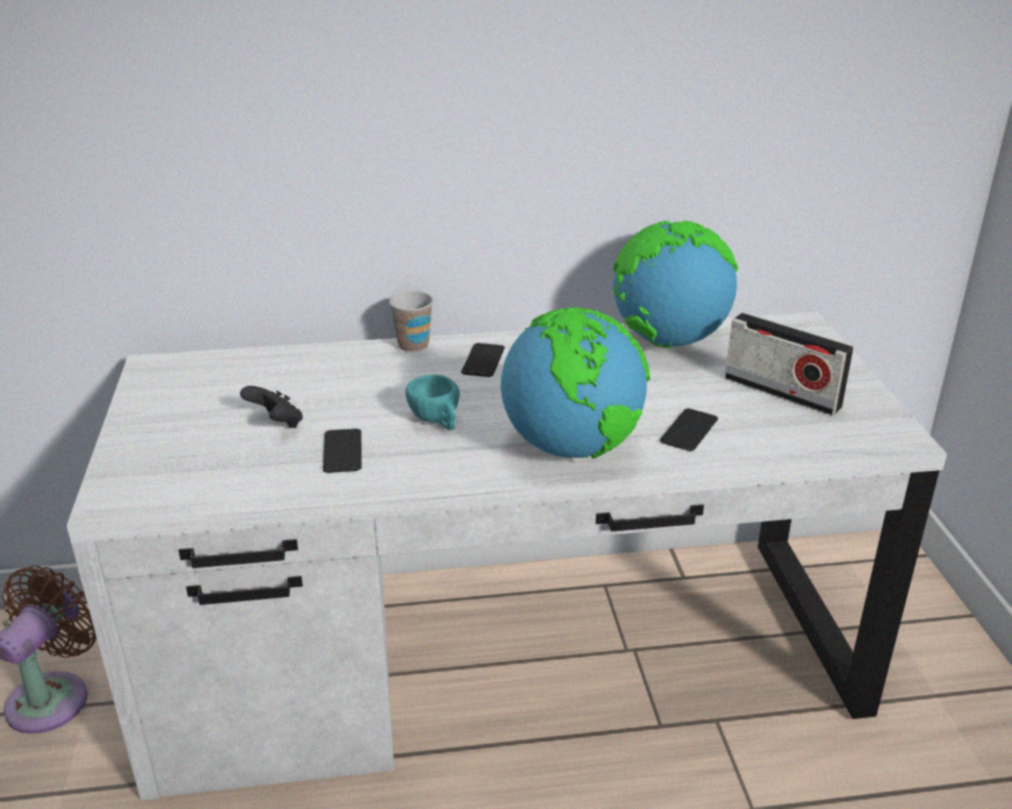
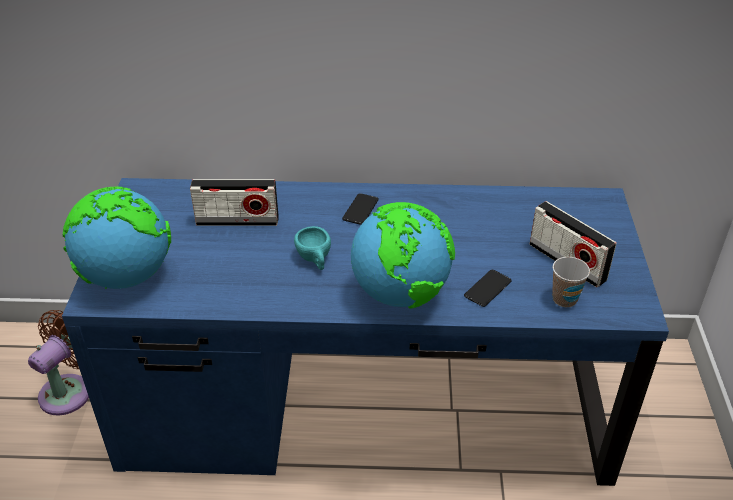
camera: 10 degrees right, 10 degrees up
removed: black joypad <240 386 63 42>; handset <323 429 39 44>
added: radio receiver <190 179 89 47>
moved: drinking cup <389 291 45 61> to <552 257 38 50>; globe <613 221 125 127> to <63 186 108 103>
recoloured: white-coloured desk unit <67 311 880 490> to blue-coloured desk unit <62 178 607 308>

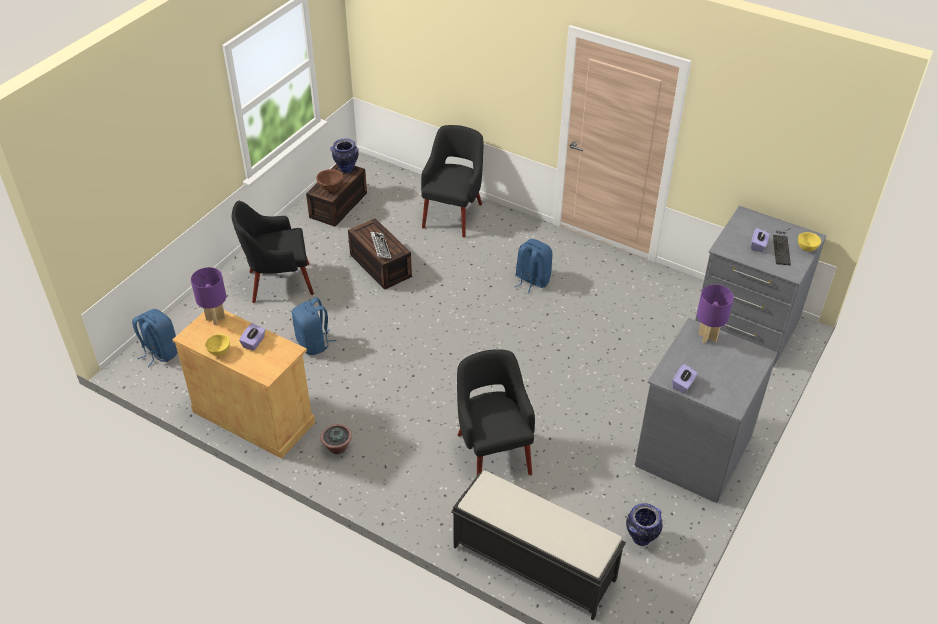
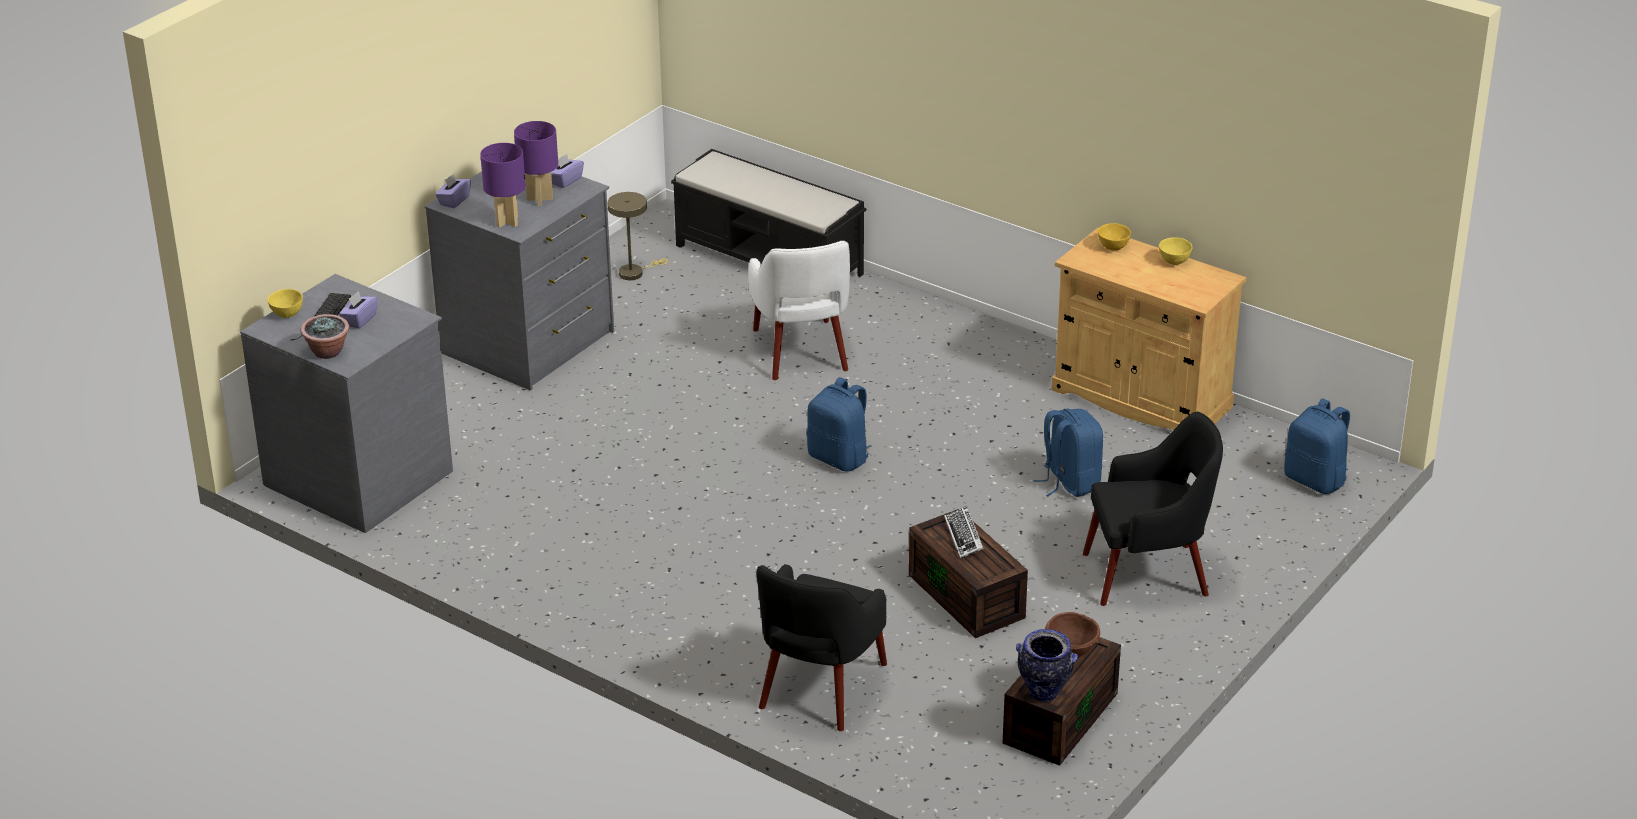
camera: 175 degrees left, 10 degrees down
added: yellow-coloured serving bowl <1098 223 33 28>
moved: purplish table lamp <191 267 35 58> to <514 121 44 85>; purplish box of tissues <239 323 27 28> to <436 173 35 35>; potted plant <320 424 32 30> to <301 314 48 45>; blue-coloured rucksack <514 239 38 55> to <807 377 65 95>
replaced: vase <626 503 37 43> to sand-coloured table lamp <608 192 60 88>
recoloured: black easy chair <457 349 78 126> to white-coloured easy chair <748 241 102 139>

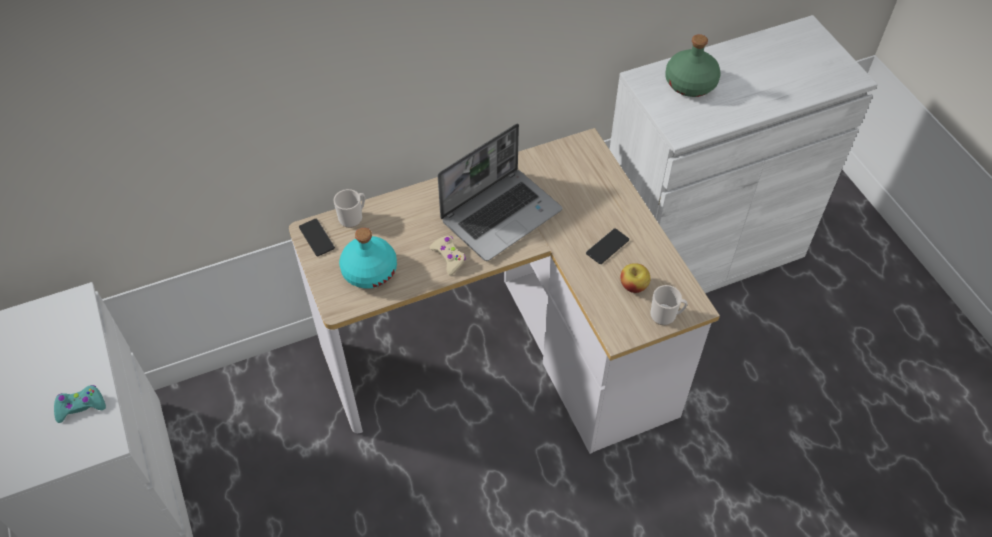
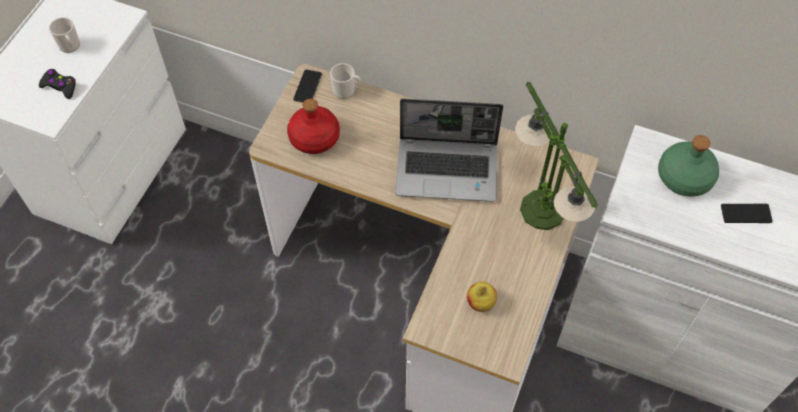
camera: 45 degrees right, 5 degrees up
removed: sand-coloured joypad <430 236 36 39>
added: table lamp <515 82 83 148>
moved: handset <586 228 43 36> to <721 203 51 20>; tea mug <650 285 38 40> to <49 17 31 36>
recoloured: blue-green joypad <54 385 52 38> to black joypad <39 69 37 30>; blue-green bottle <339 228 58 61> to reddish bottle <287 99 53 55>

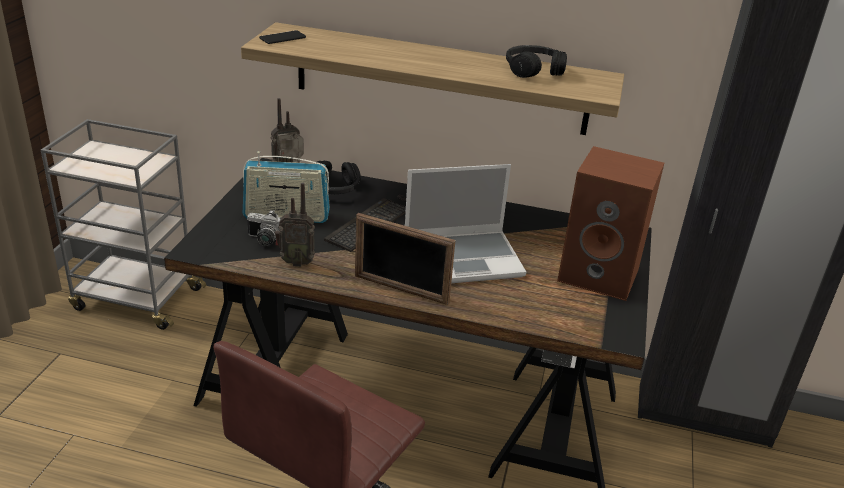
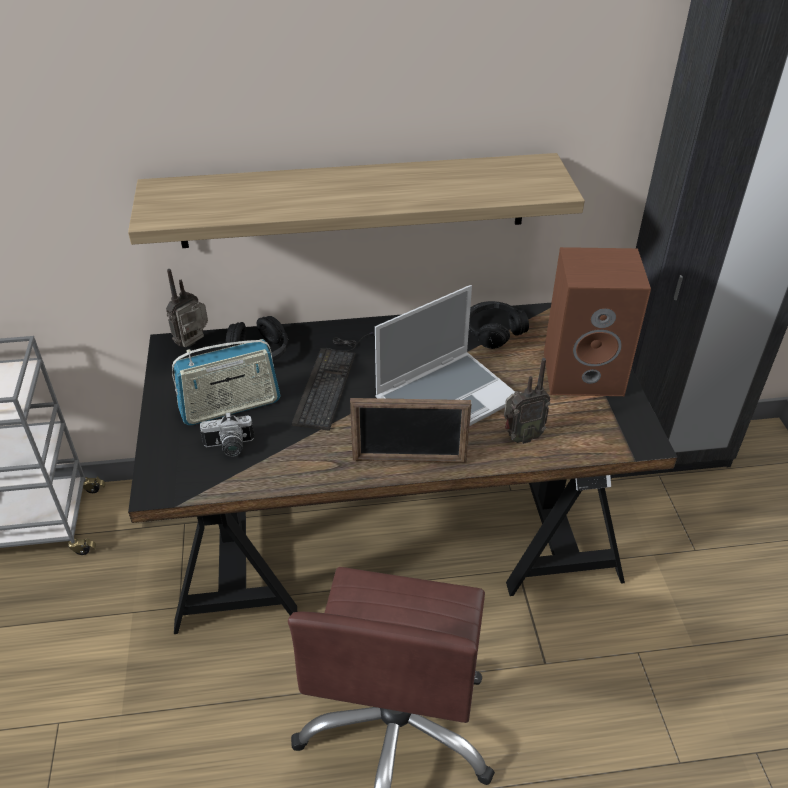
camera: 20 degrees left, 10 degrees up
removed: handset <259 30 47 14>
moved: radio receiver <275 182 40 85> to <504 358 46 86>; black headphones <506 45 61 33> to <469 301 60 48>

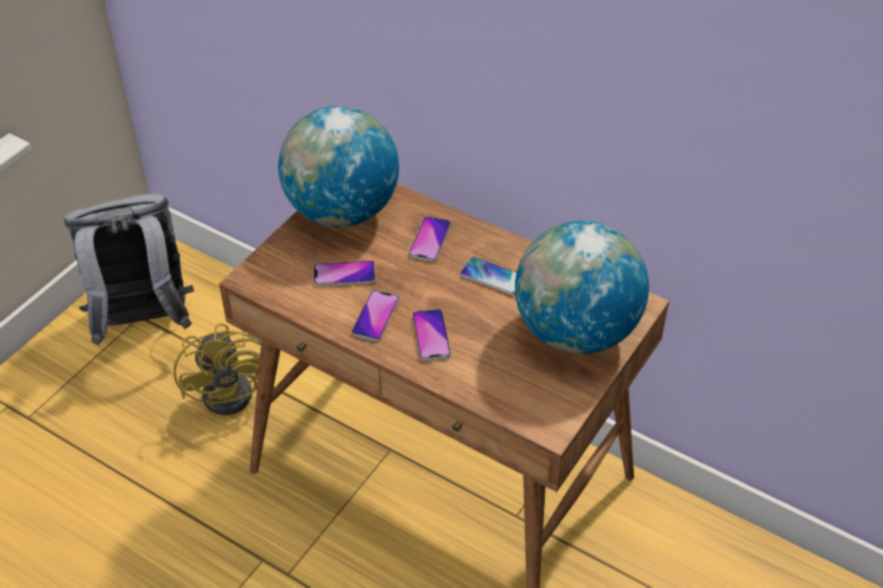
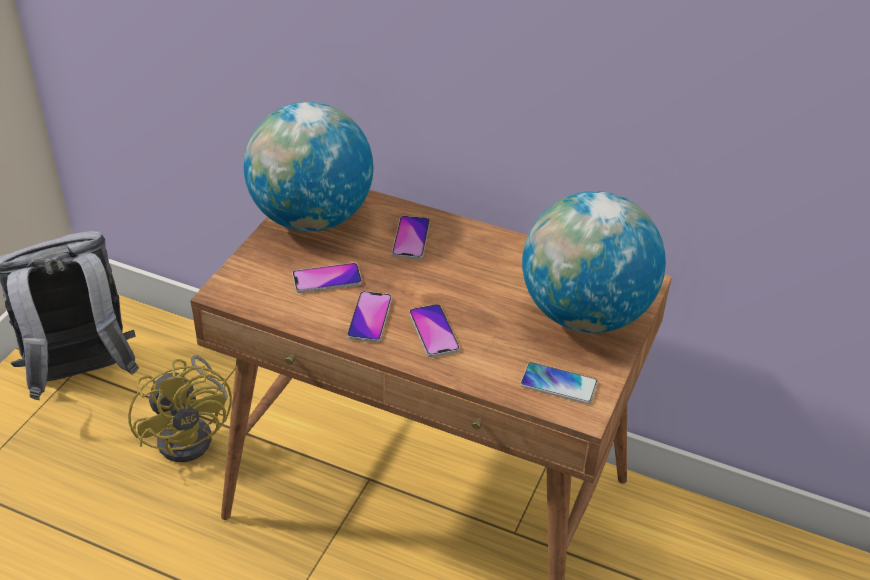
camera: 10 degrees left, 5 degrees down
moved: handset <460 257 57 38> to <520 362 78 42>

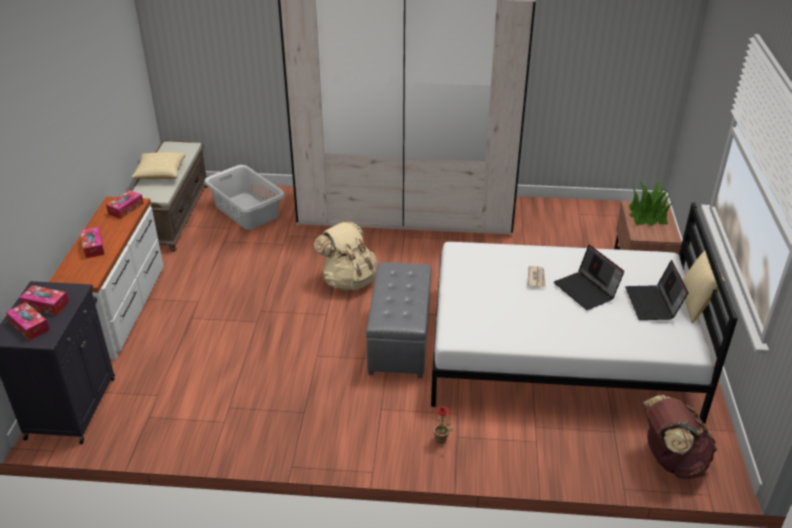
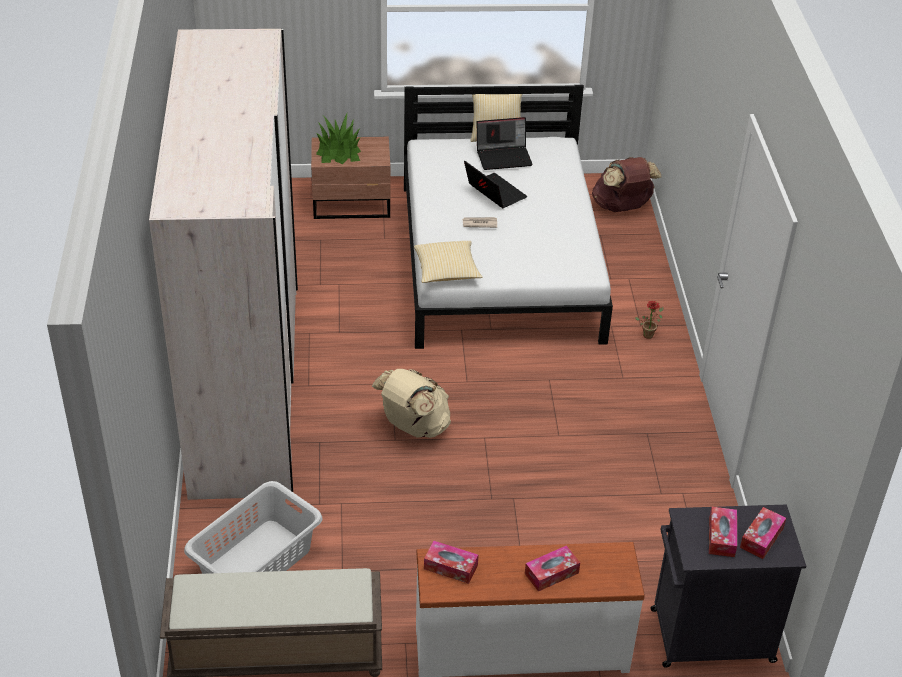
camera: 100 degrees left, 5 degrees up
removed: gray pouffe <366 262 66 116>
moved: pillow <131 152 54 27> to <414 241 68 42>
turned: laptop <554 245 70 65> = <464 160 63 48> 90 degrees counterclockwise

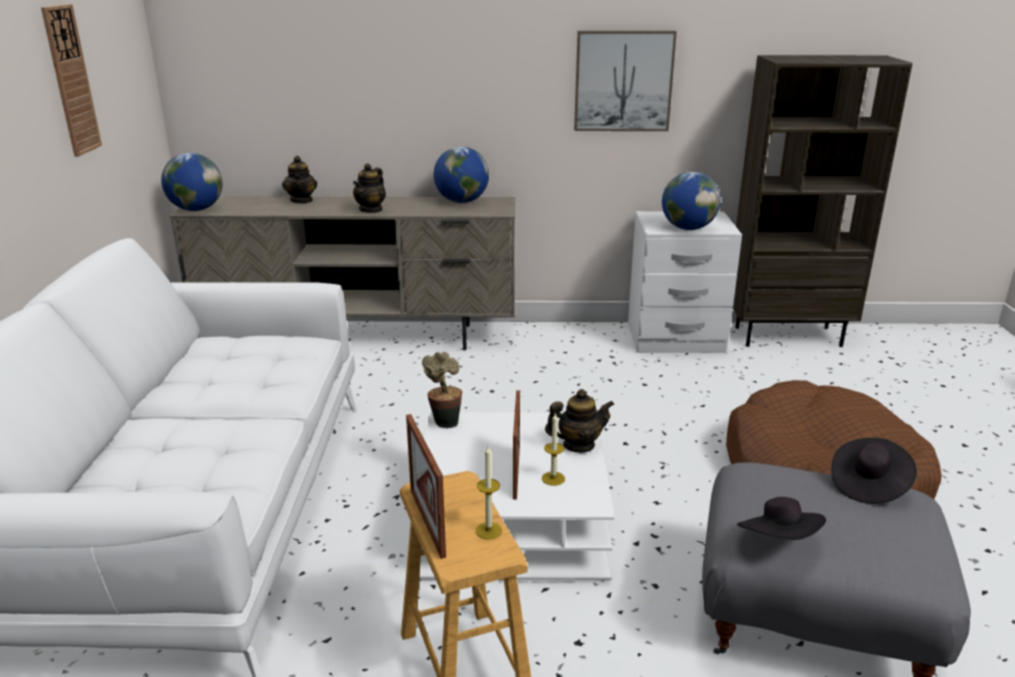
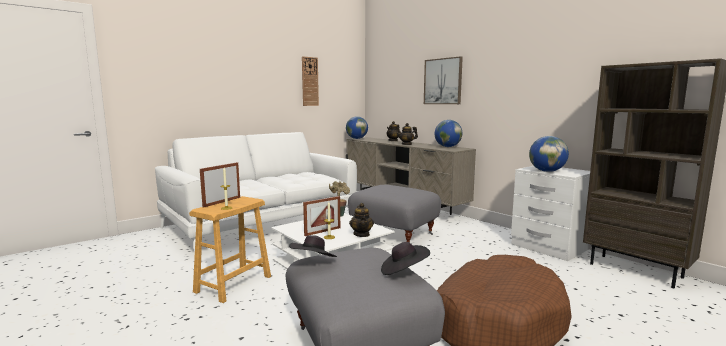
camera: 50 degrees right, 15 degrees down
added: gray pouffe <348 185 93 58>
moved: wall art <574 31 103 100> to <424 56 39 48>
turned: tea pot <545 389 69 64> = <349 203 25 34> 45 degrees clockwise

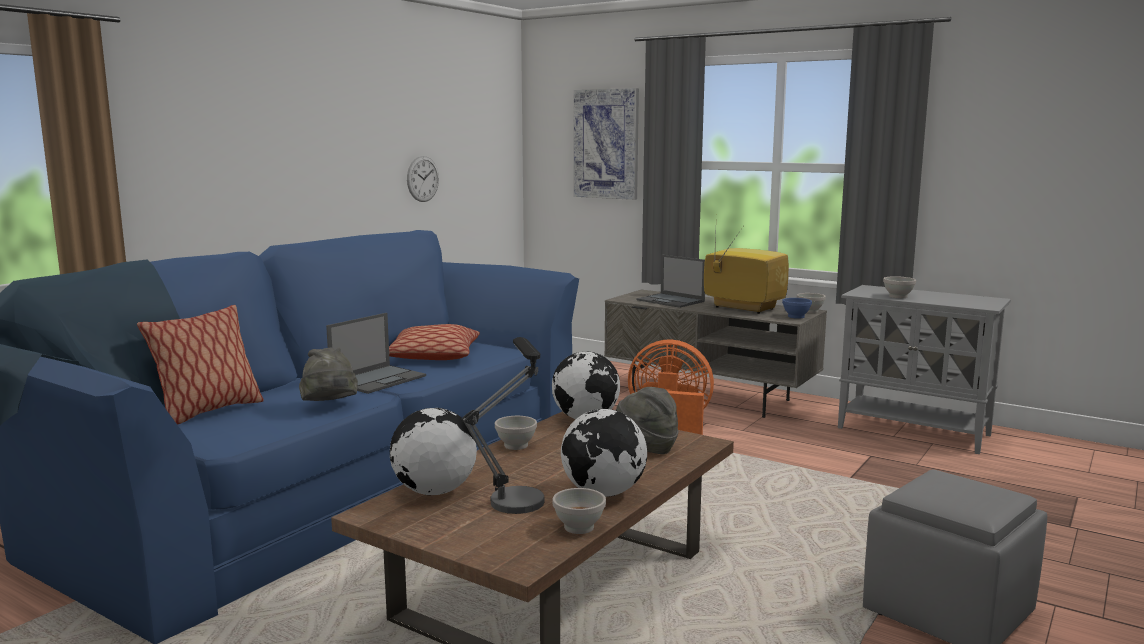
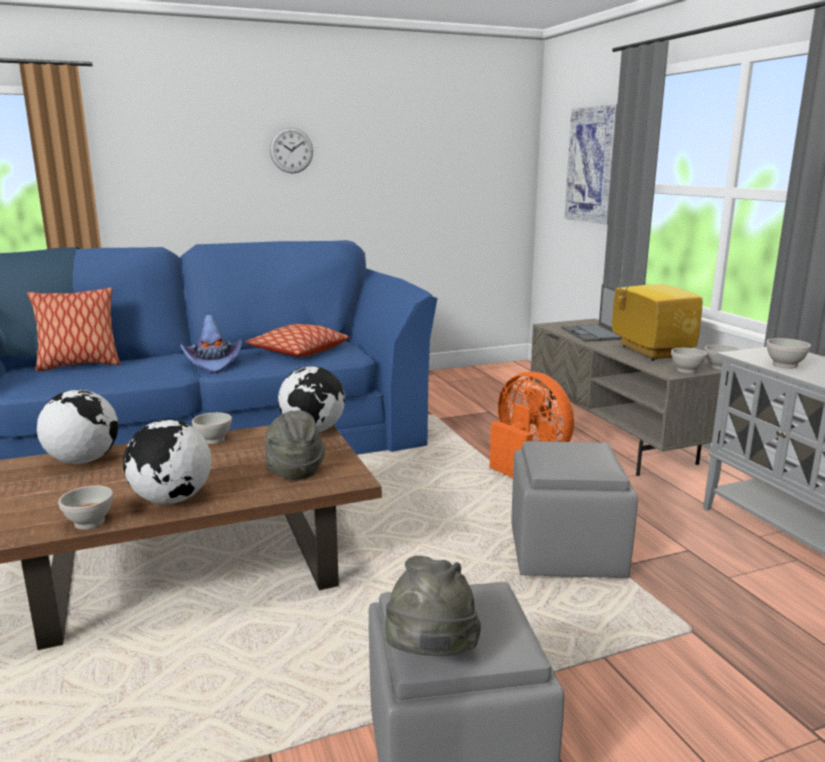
camera: 35 degrees right, 5 degrees up
removed: table lamp <461 337 84 177>
added: gray pouffe <512 441 126 137>
moved: gray clothing hat <299 347 59 54> to <385 556 96 100>; hanging clock <407 156 32 46> to <269 127 44 47>
replaced: laptop <326 313 100 81> to purplish clothing hat <180 315 62 58>
recoloured: blue-coloured serving bowl <782 298 30 21> to white-coloured serving bowl <671 348 36 25>

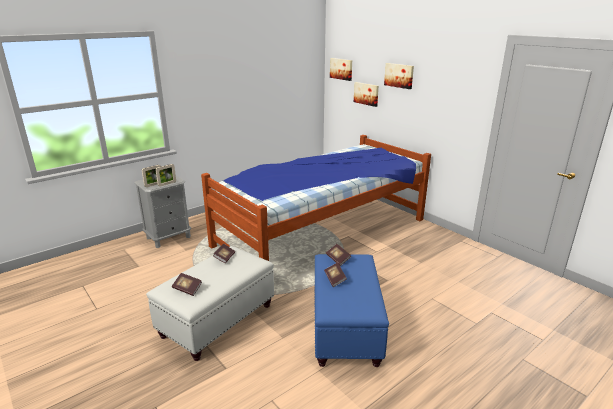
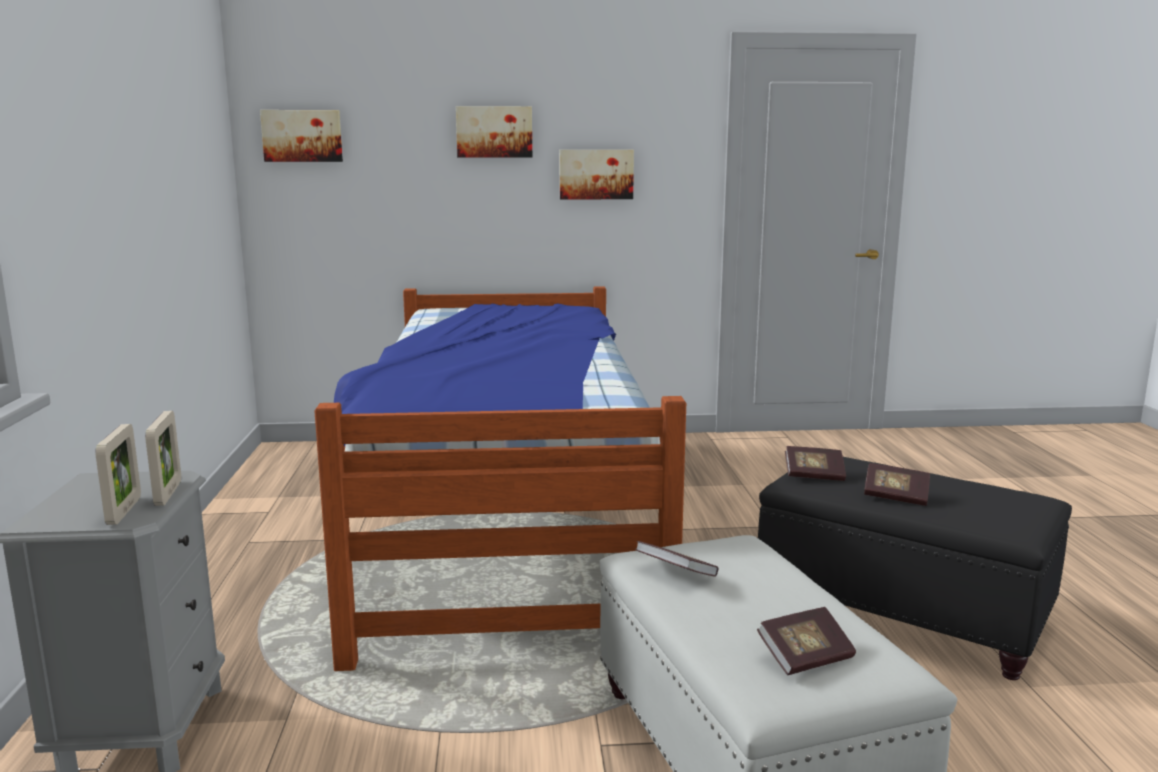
camera: 55 degrees left, 10 degrees down
moved: wall art <354 82 25 25> to <559 150 75 50>
recoloured: blue-coloured pouffe <314 254 75 113> to black pouffe <758 457 314 223>

